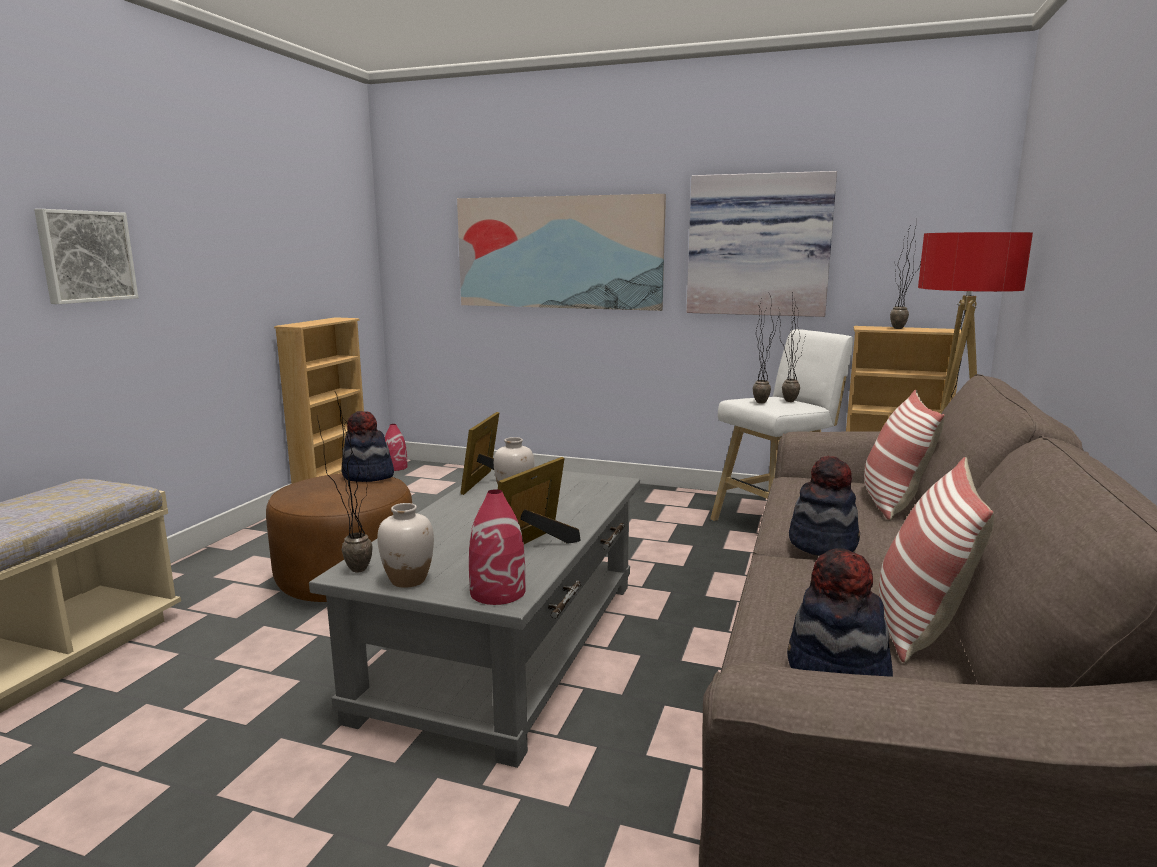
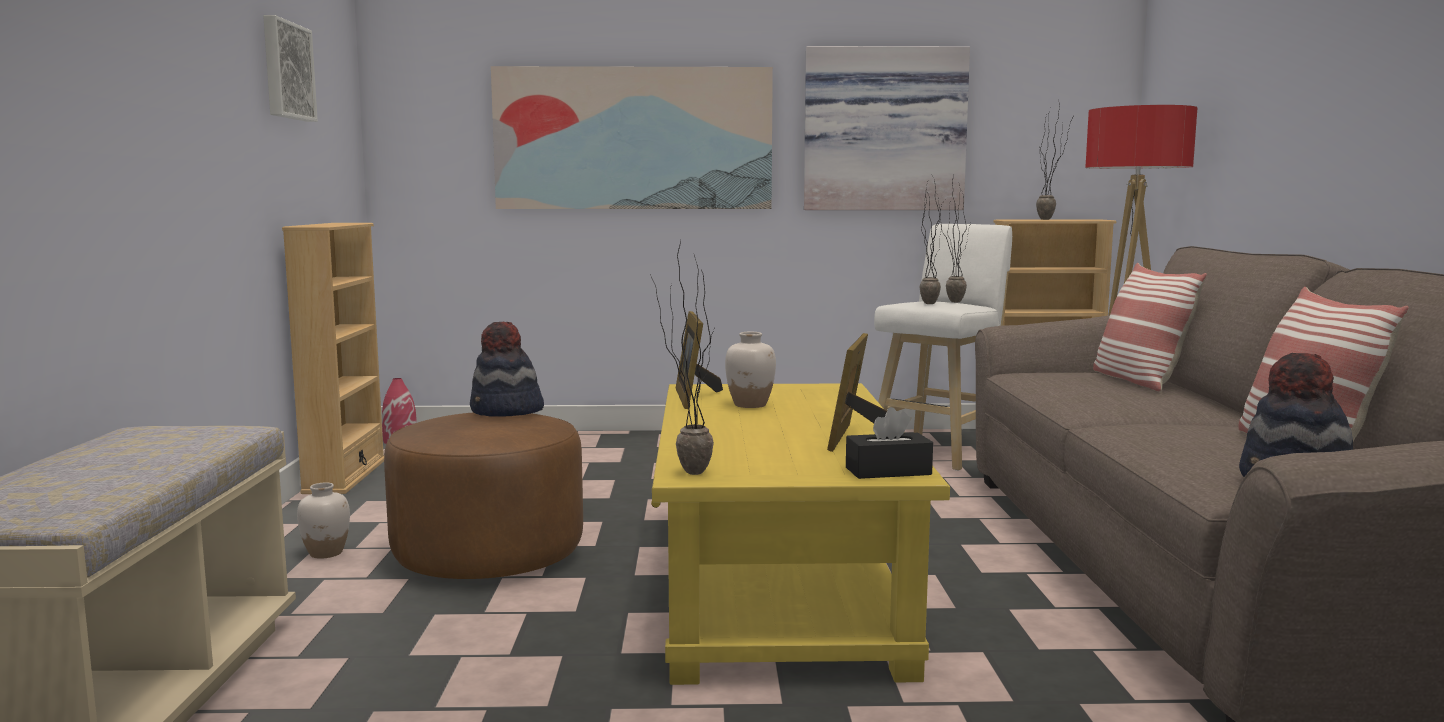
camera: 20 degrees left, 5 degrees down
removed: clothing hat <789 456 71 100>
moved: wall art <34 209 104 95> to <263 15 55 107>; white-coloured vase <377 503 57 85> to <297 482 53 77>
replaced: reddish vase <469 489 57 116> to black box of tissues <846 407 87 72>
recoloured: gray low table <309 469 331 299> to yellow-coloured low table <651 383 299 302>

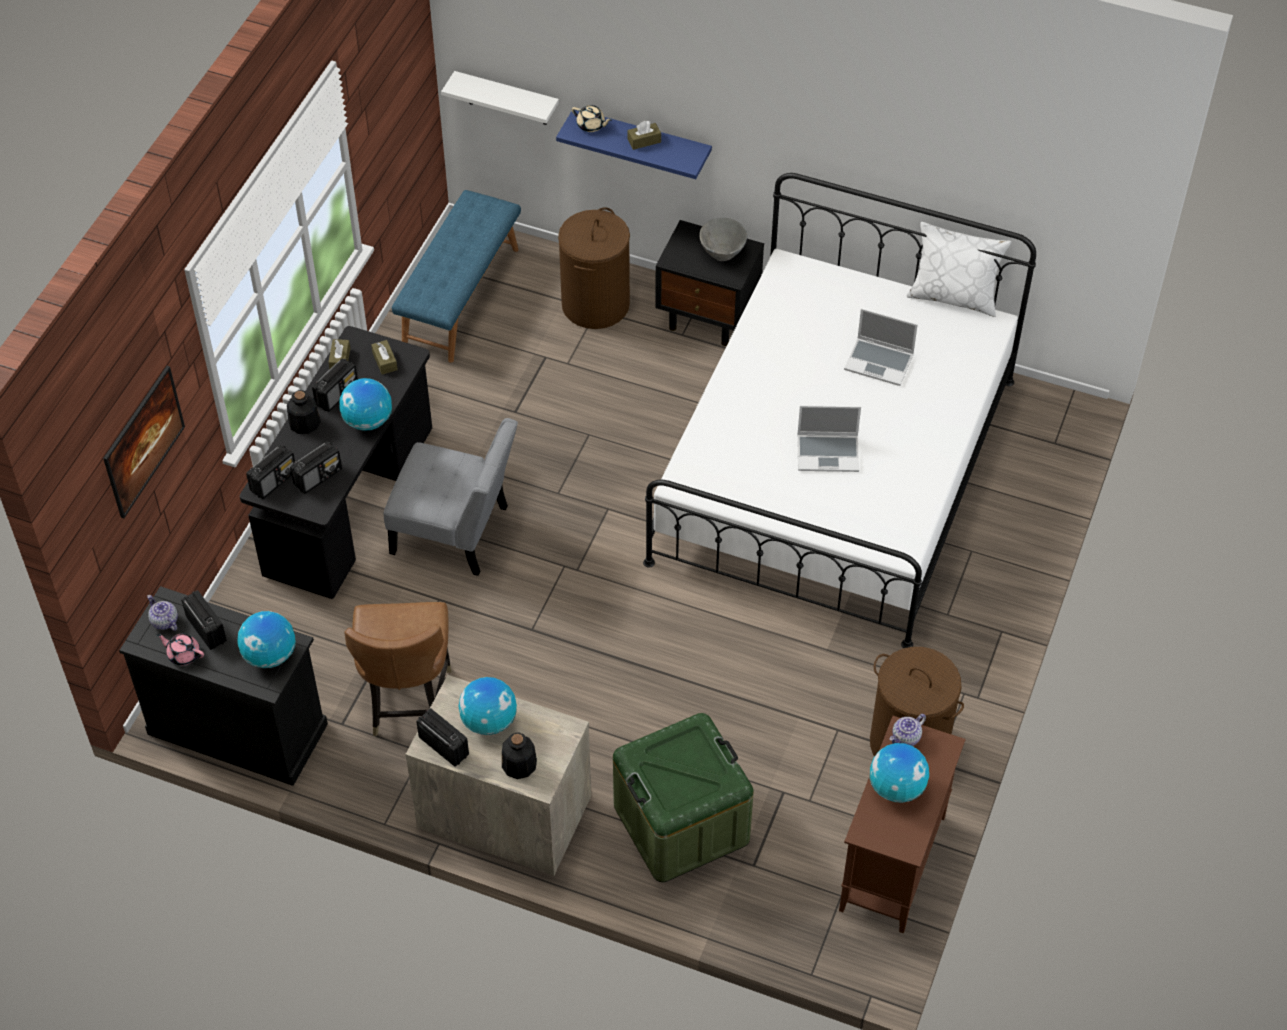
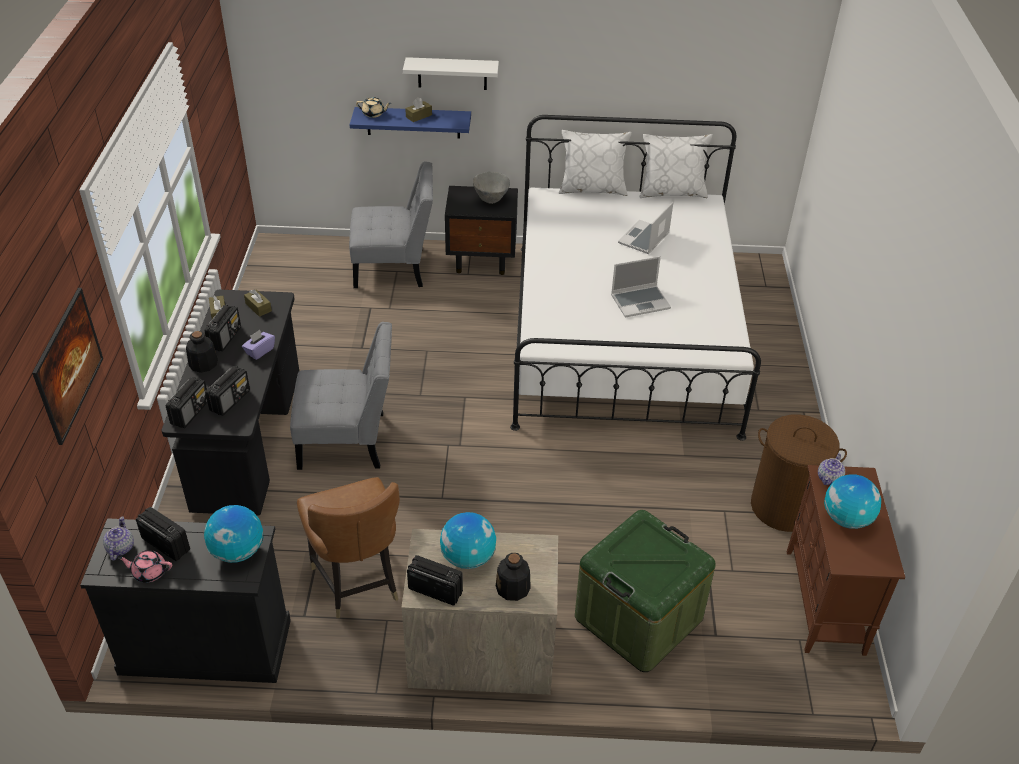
camera: 20 degrees left, 10 degrees down
removed: blue-coloured indoor bench <392 190 129 173>
added: white-coloured pillow <559 130 73 66>
moved: white-coloured shelf <441 71 118 54> to <403 57 96 33>
replaced: globe <339 378 53 53> to purplish box of tissues <242 330 33 30>; brownish laundry basket <558 207 72 122> to gray upright chair <349 162 84 126>
turned: tea pot <147 595 31 36> = <103 517 31 44> 60 degrees clockwise; laptop <844 308 74 78> = <618 202 56 52> 120 degrees clockwise

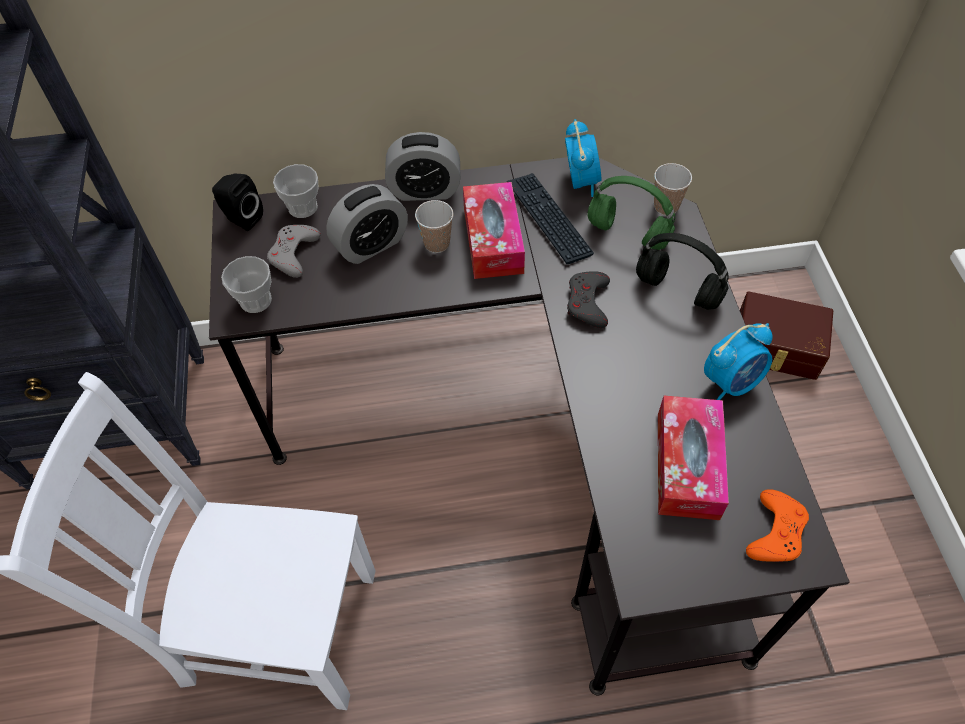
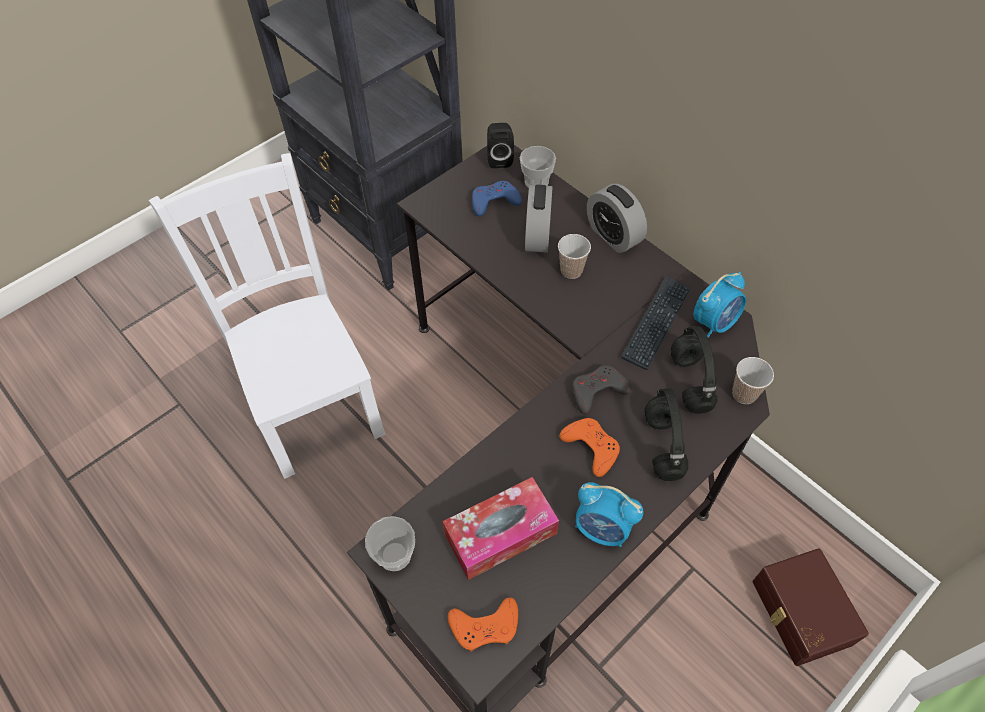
camera: 55 degrees right, 0 degrees up
removed: box of tissues <463 182 62 97>
added: orange joypad <559 418 61 59>
moved: drinking cup <221 256 51 57> to <365 516 50 55>
recoloured: gray joypad <267 225 53 53> to blue-coloured joypad <472 181 50 35>; green-coloured headphones <588 176 87 74> to black headphones <671 326 47 88>
turned: alarm clock <326 184 82 80> = <525 185 27 67> 75 degrees clockwise

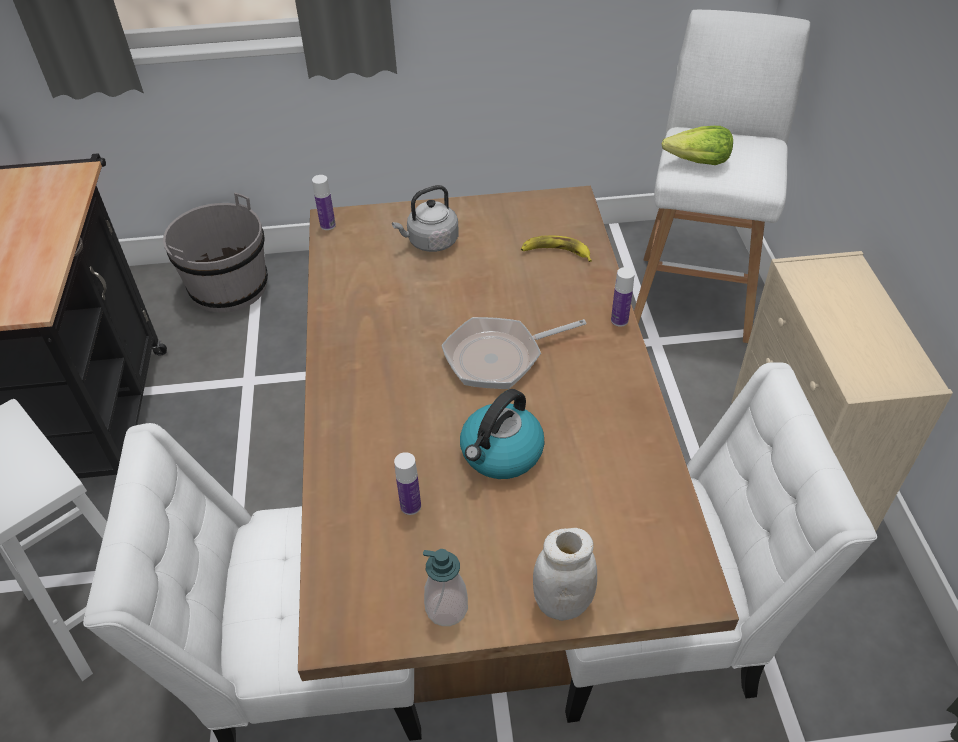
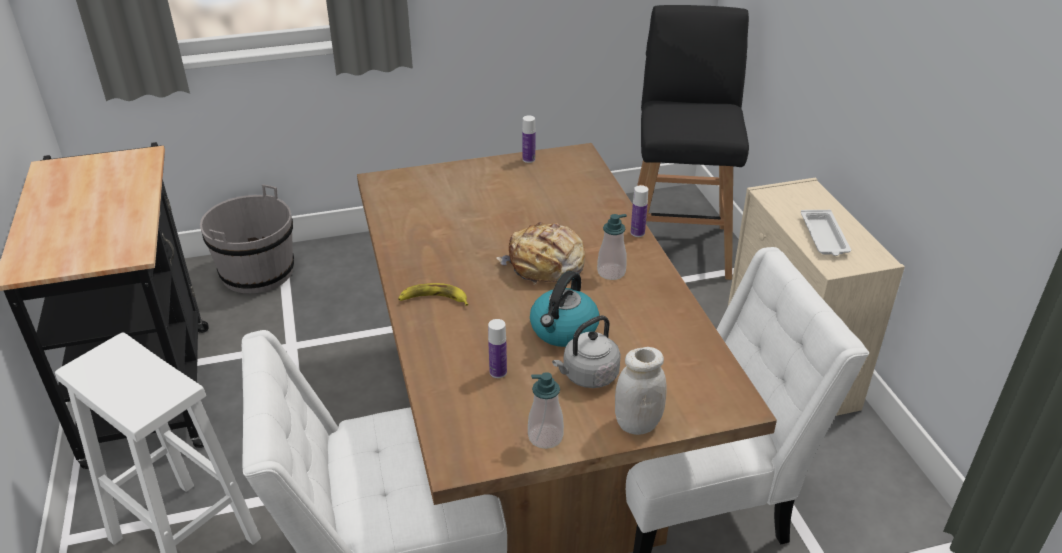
camera: 10 degrees left, 10 degrees down
removed: lettuce head <661 126 72 39>
added: liquid soap bottle <597 214 30 66>; white-coloured tray <801 210 50 46>
moved: bottle <312 175 24 55> to <522 116 13 47>; gray tea kettle <392 185 67 67> to <552 315 69 73>; banana fruit <521 236 71 26> to <398 283 71 23>
replaced: frying pan <441 317 145 72> to bakery bread <497 222 88 63>
recoloured: white-coloured sitting stool <634 10 176 333> to black sitting stool <637 5 112 275>

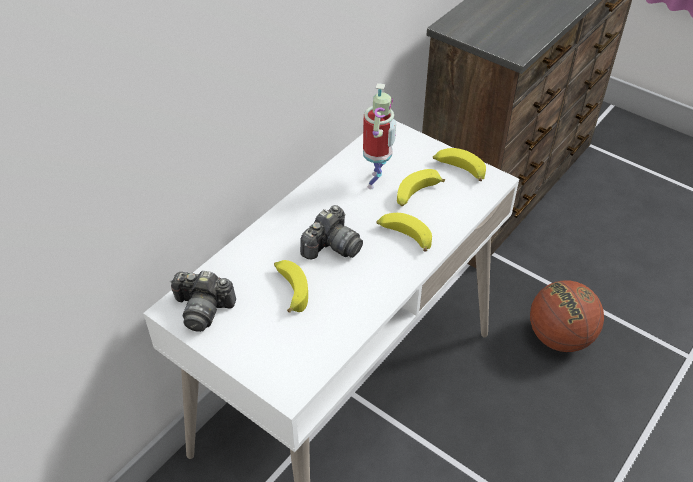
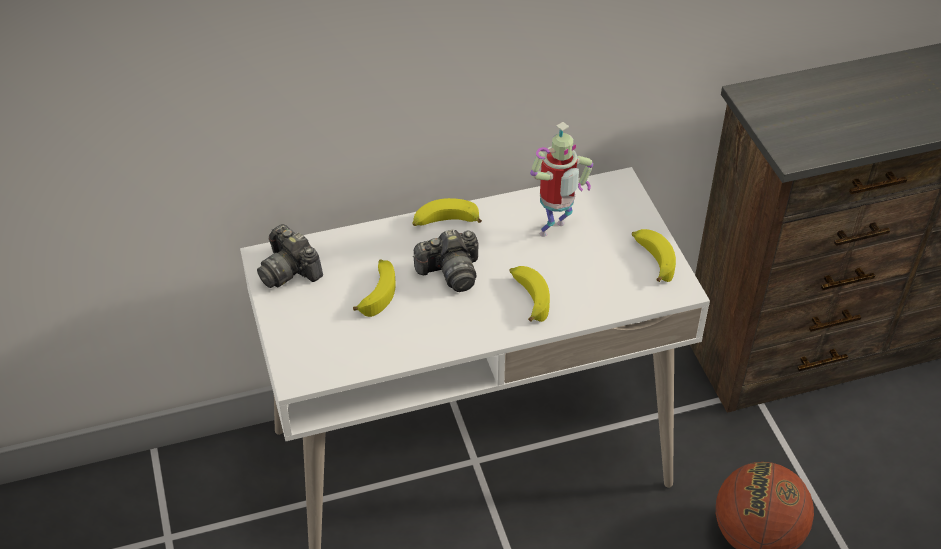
camera: 35 degrees right, 0 degrees up
moved: banana fruit <397 169 48 37> to <412 198 70 28>

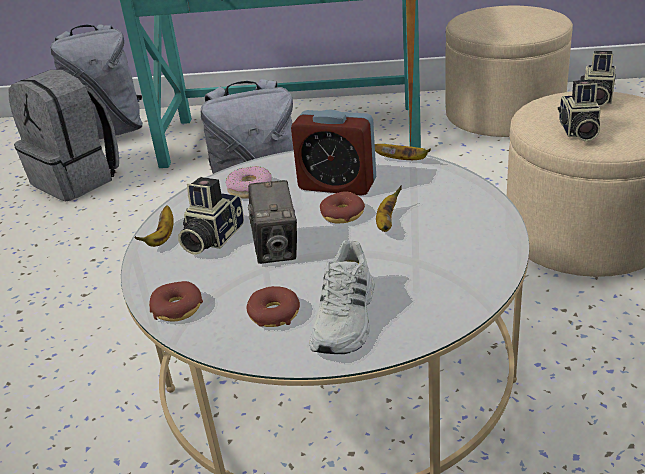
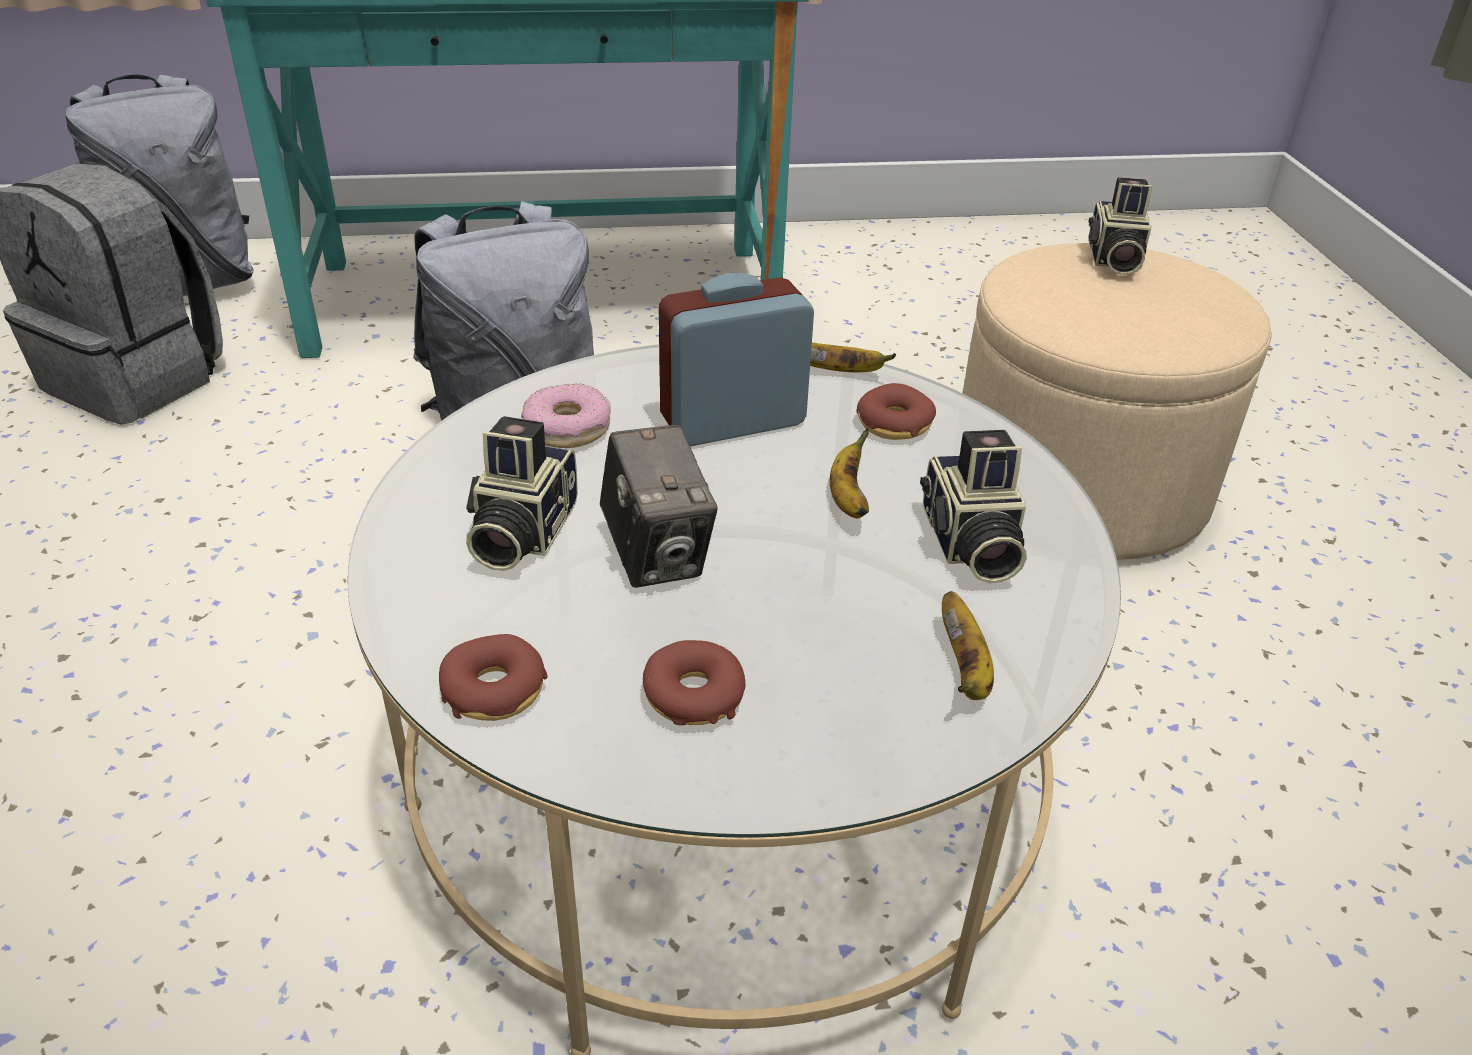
camera: 15 degrees left, 5 degrees up
removed: white-coloured low shoe <310 240 65 114>; sand-coloured pouffe <446 6 127 131>
moved: banana fruit <134 205 39 42> to <942 591 52 109>; donut <320 191 45 33> to <856 383 80 57>; photo camera <558 80 43 61> to <920 430 107 153>
turned: alarm clock <291 110 85 86> = <658 273 156 174> 150 degrees clockwise

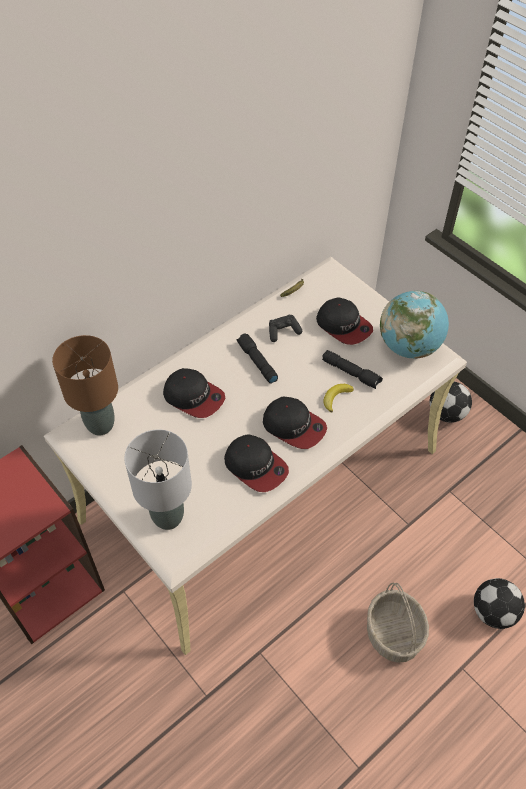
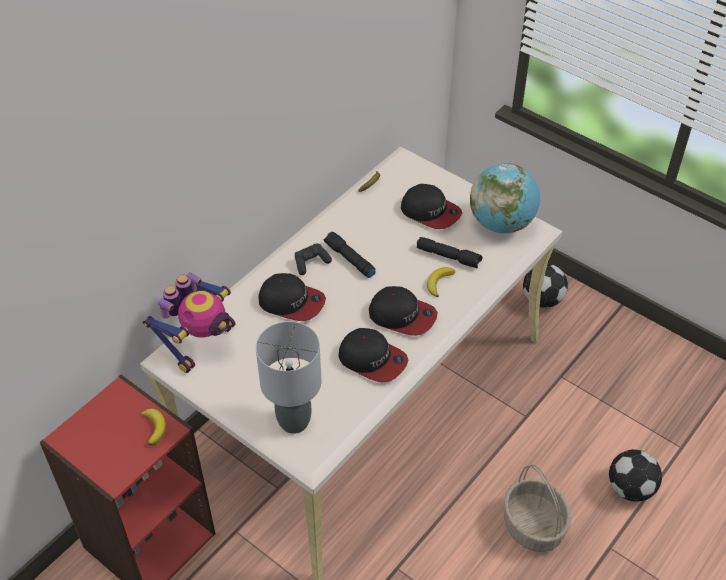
camera: 10 degrees left, 5 degrees down
added: banana fruit <141 409 25 37>
moved: black joypad <269 315 33 27> to <295 243 37 32>
replaced: brownish table lamp <52 335 66 100> to toy robot <143 272 92 101>

